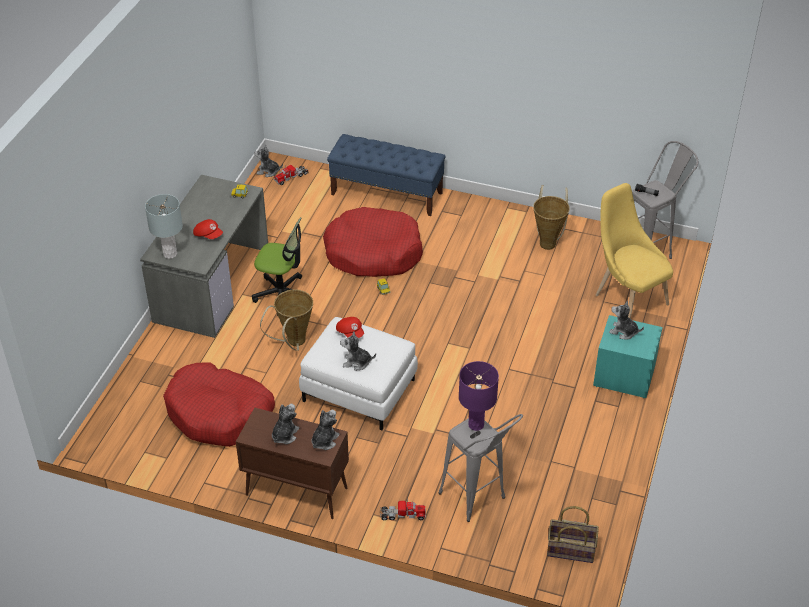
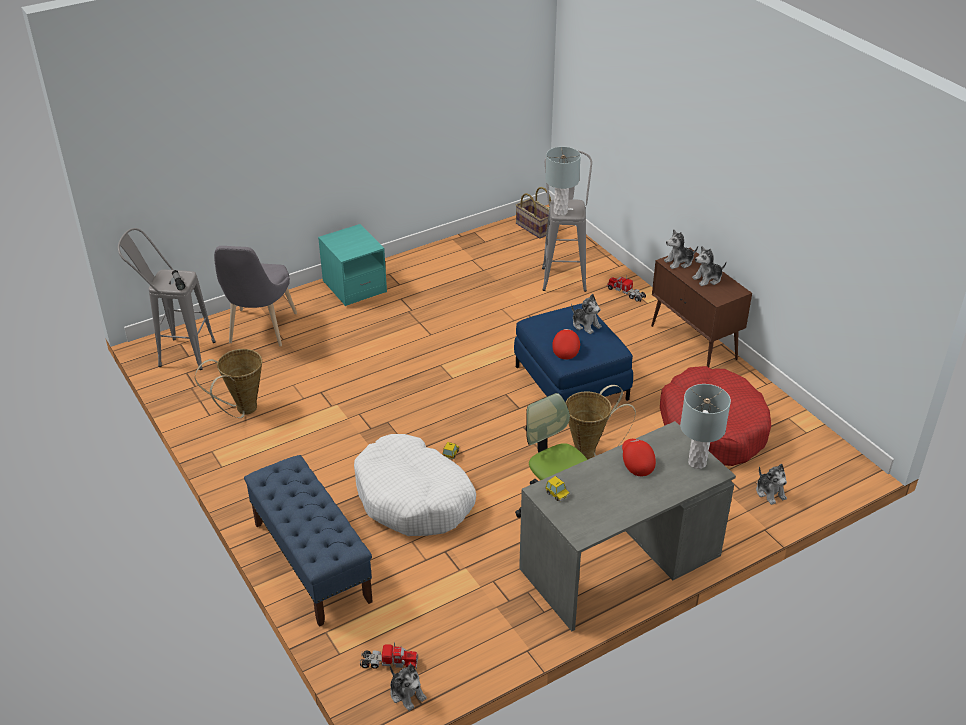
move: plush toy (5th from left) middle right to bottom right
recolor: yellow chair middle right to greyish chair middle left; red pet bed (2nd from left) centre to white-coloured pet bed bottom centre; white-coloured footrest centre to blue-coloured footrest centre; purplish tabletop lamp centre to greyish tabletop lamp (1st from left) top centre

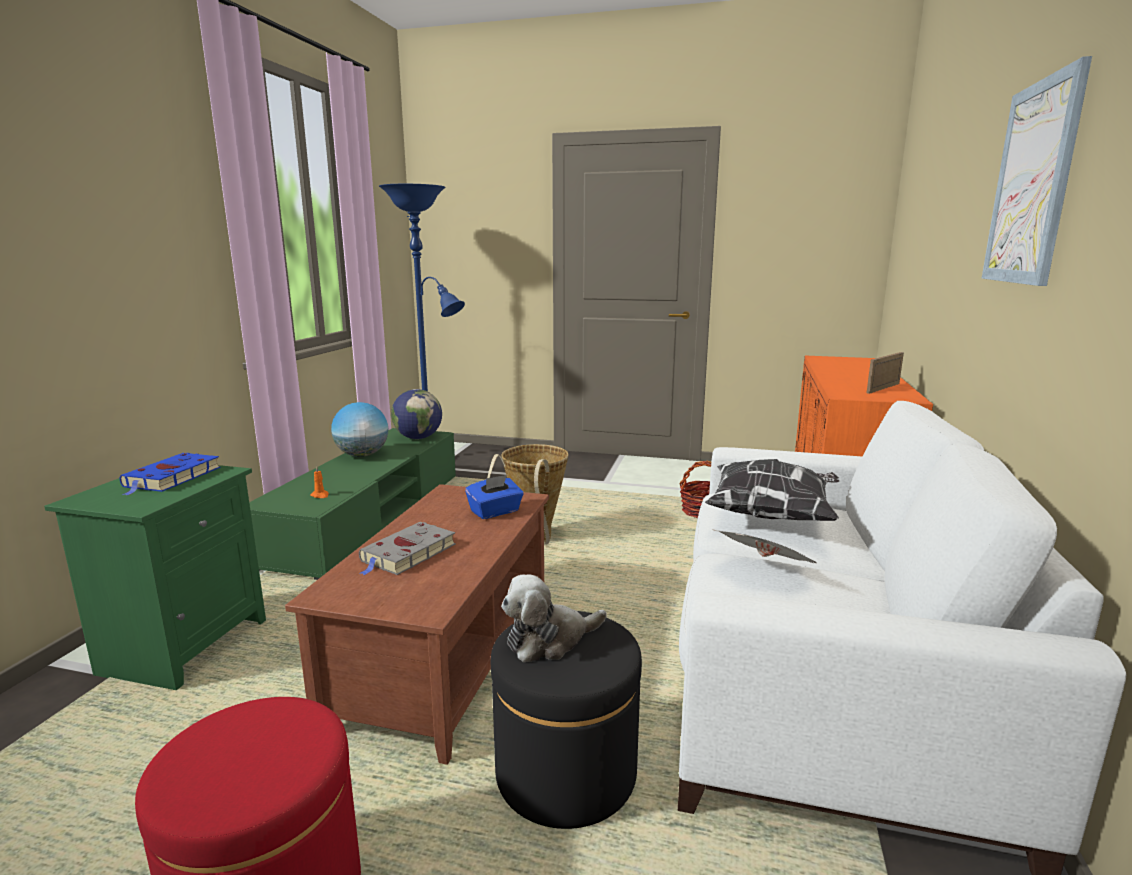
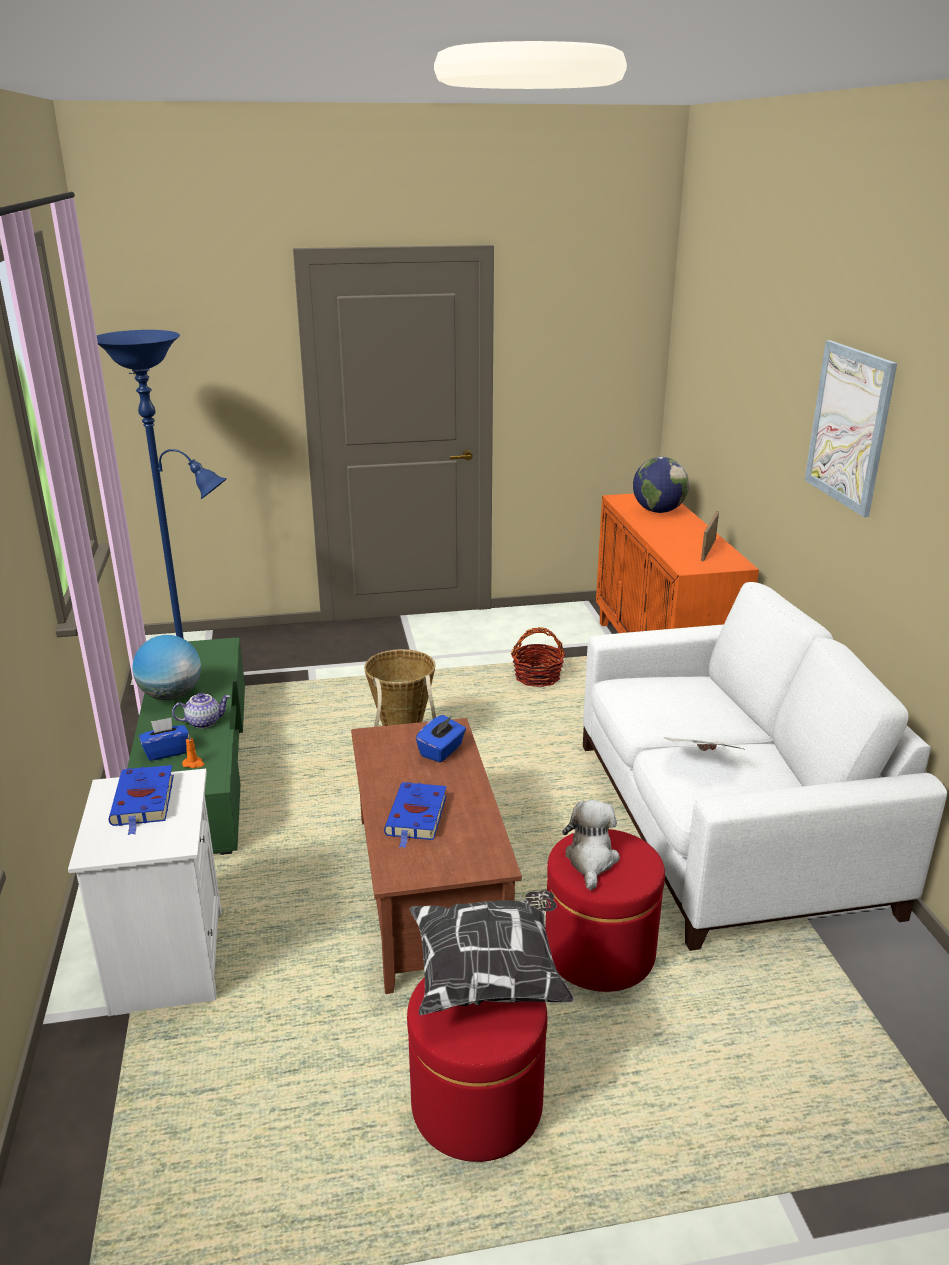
insert: tea pot middle left; blue-coloured tissue box (1st from left) middle left
move: world globe (2nd from left) centre to middle right; pillow middle right to bottom centre
recolor: green nightstand middle left to white-coloured nightstand bottom left; greyish book centre to blue-coloured book (2nd from left) centre; black-coloured footrest bottom centre to red footrest (2nd from left) bottom centre
rotate: plush toy bottom centre = bottom centre 150 degrees clockwise

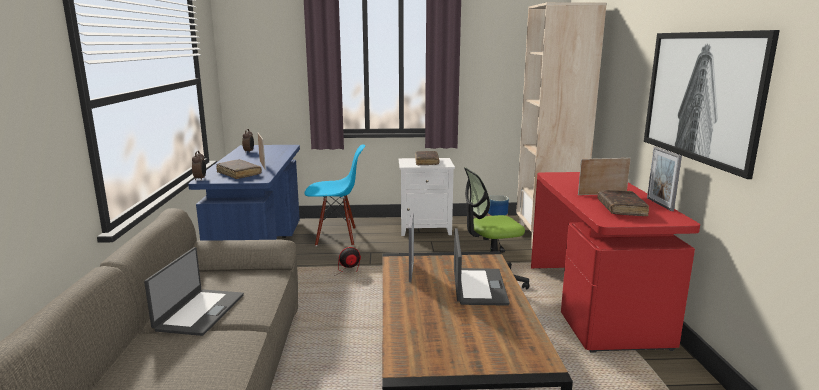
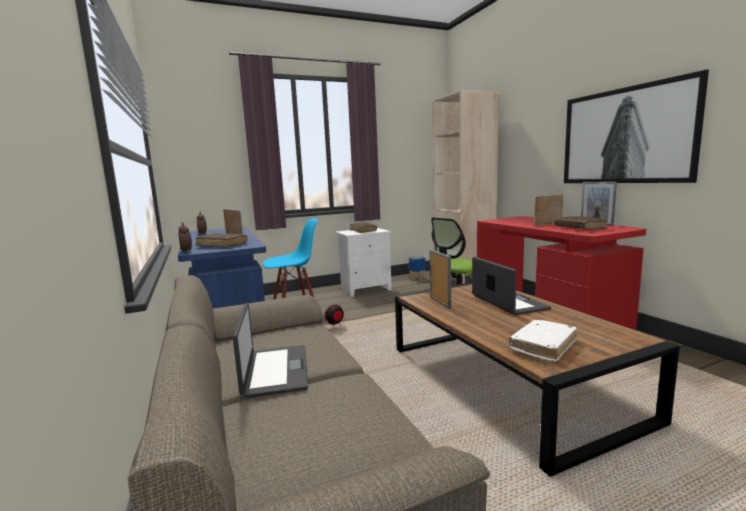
insert: white-coloured book bottom right

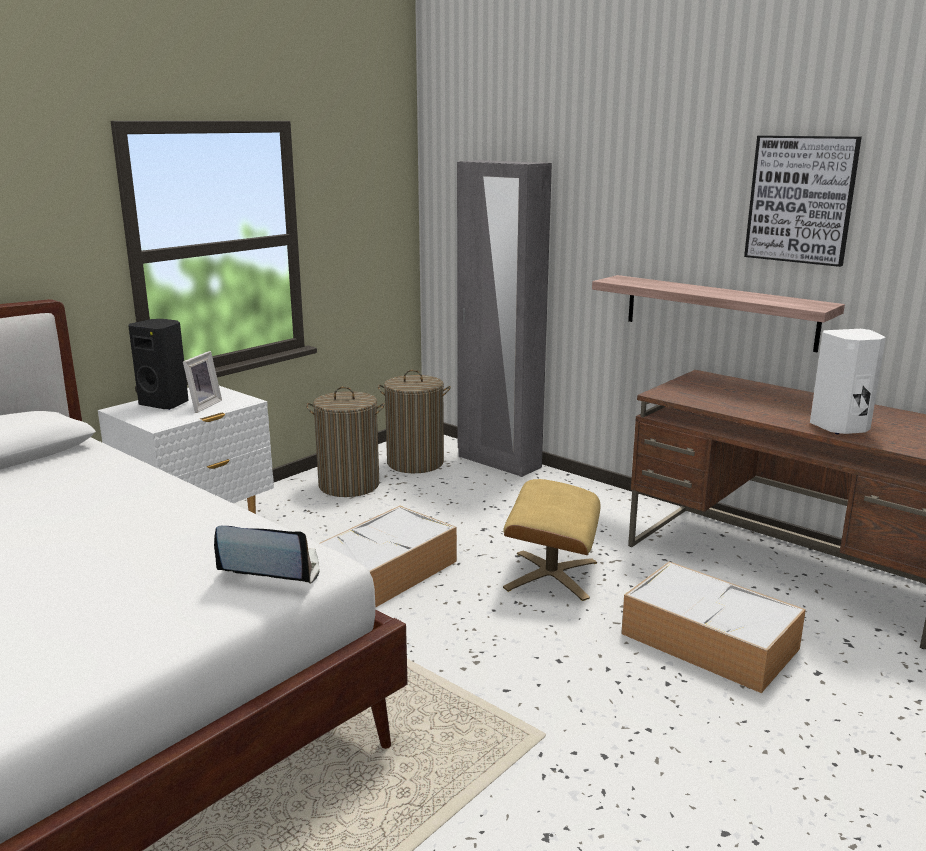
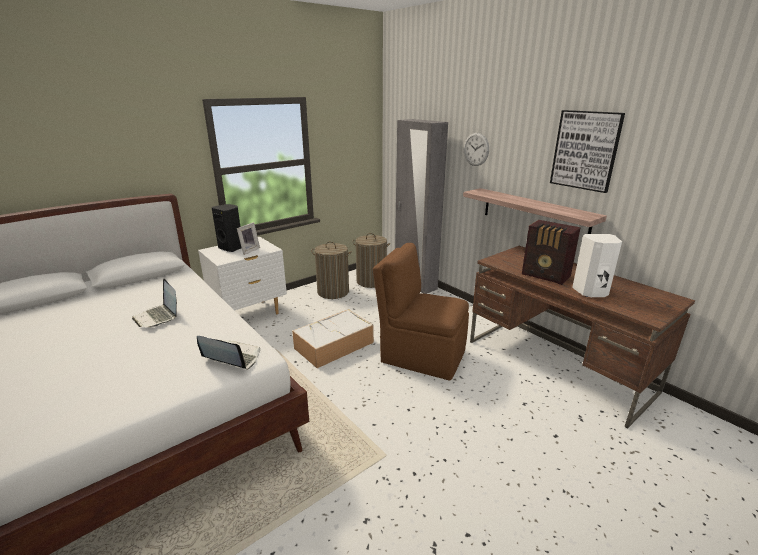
delete: storage bin (2nd from left) bottom right
insert: clock on the wall top centre; radio middle right; portable computer (1st from left) middle left
replace: beige-coloured footrest centre to brown-coloured chair centre

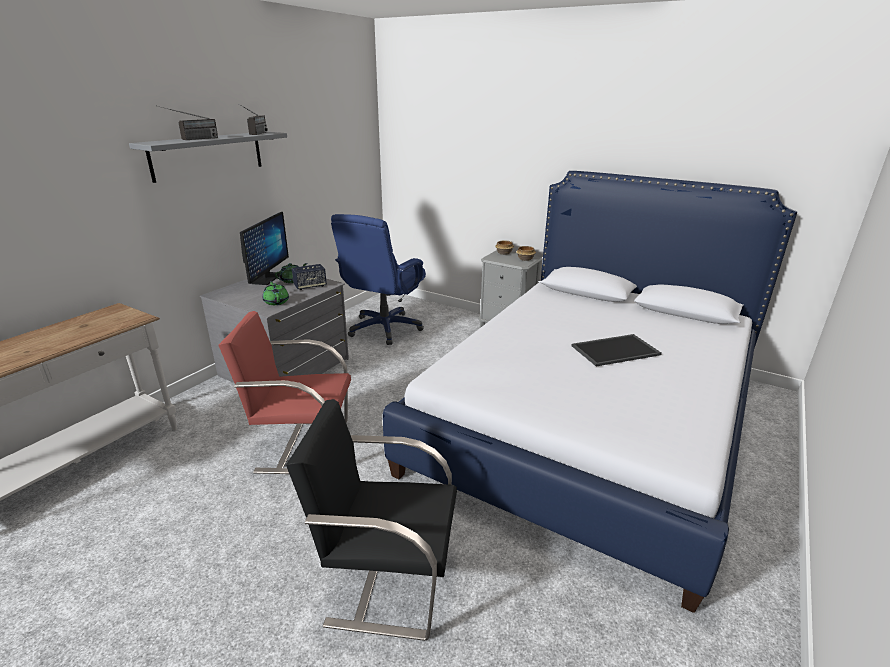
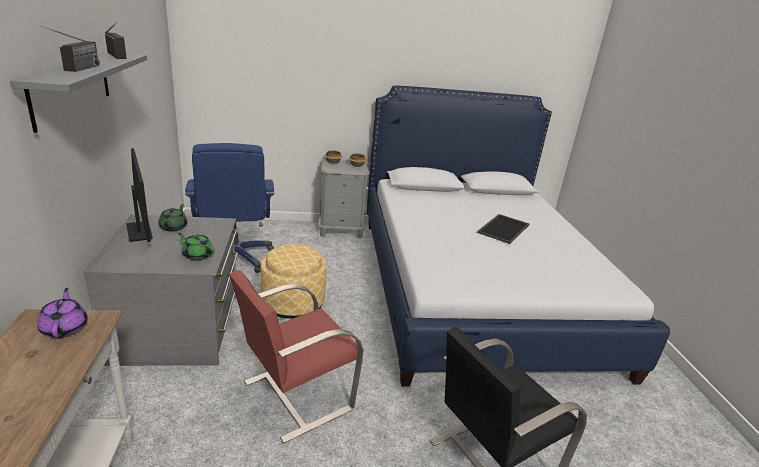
delete: speaker centre
insert: footrest centre; purplish tea pot bottom left

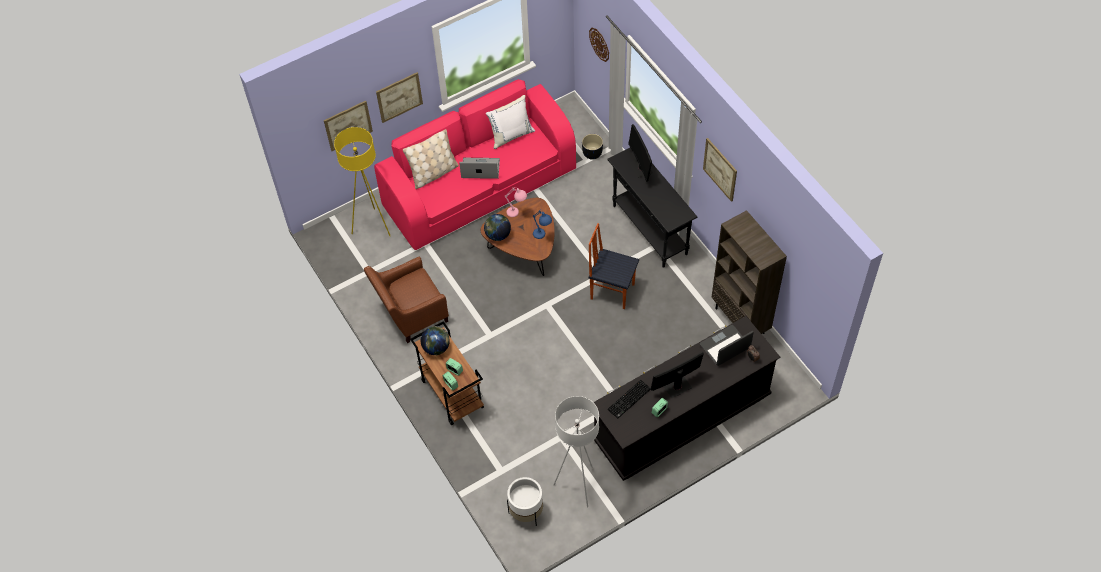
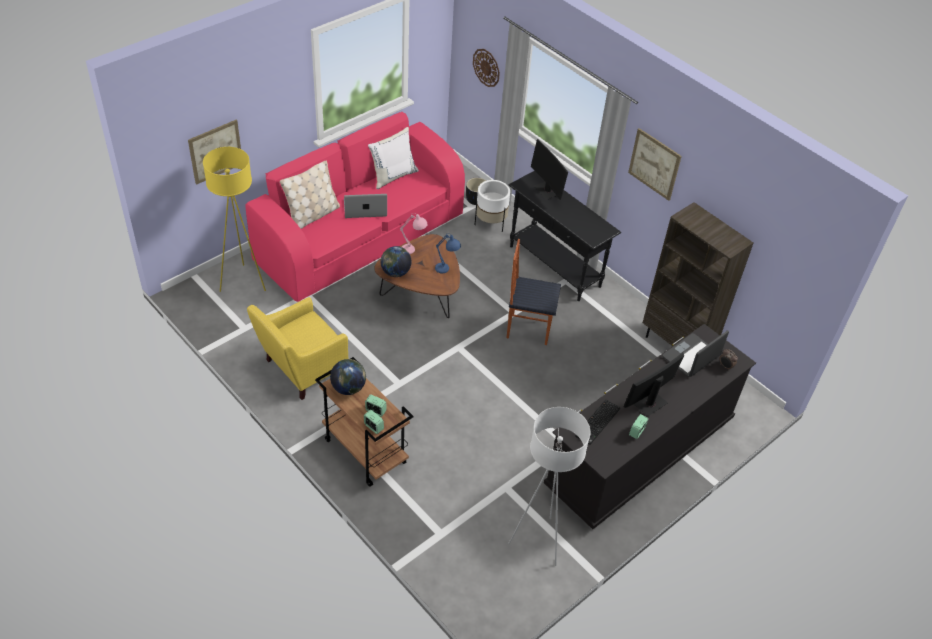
delete: wall picture (2nd from left) top centre
move: white-coloured planter bottom centre to top centre
recolor: brown-coloured armchair centre to yellow armchair middle left

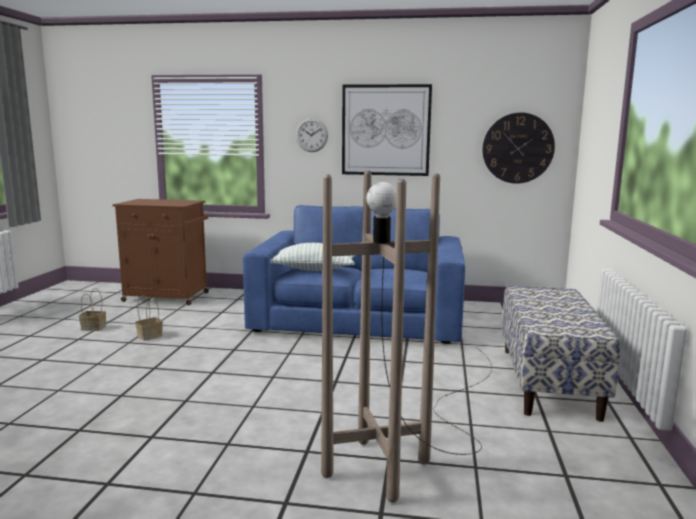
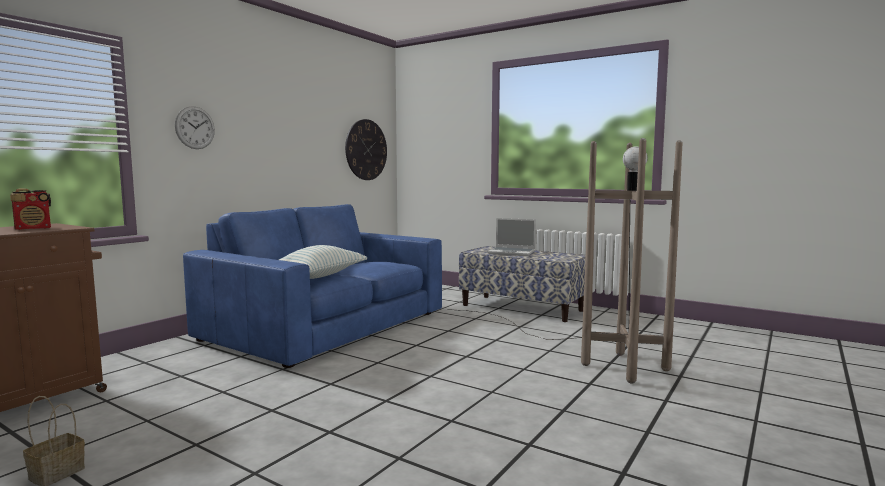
delete: wall picture top centre; storage basket (2nd from left) middle left
insert: radio middle left; portable computer centre

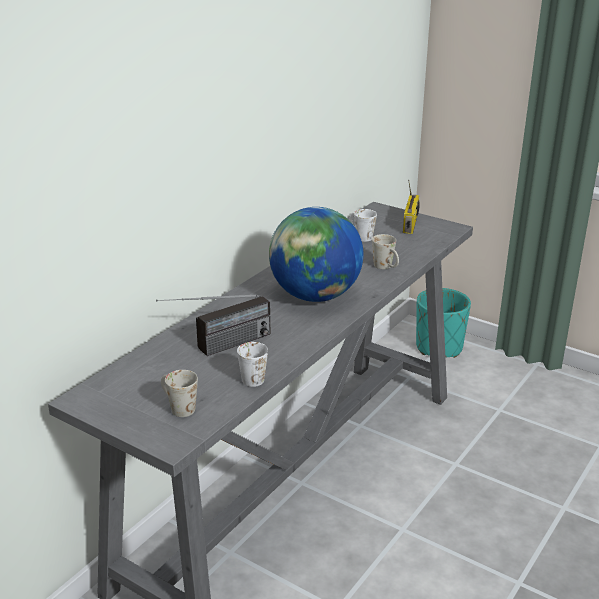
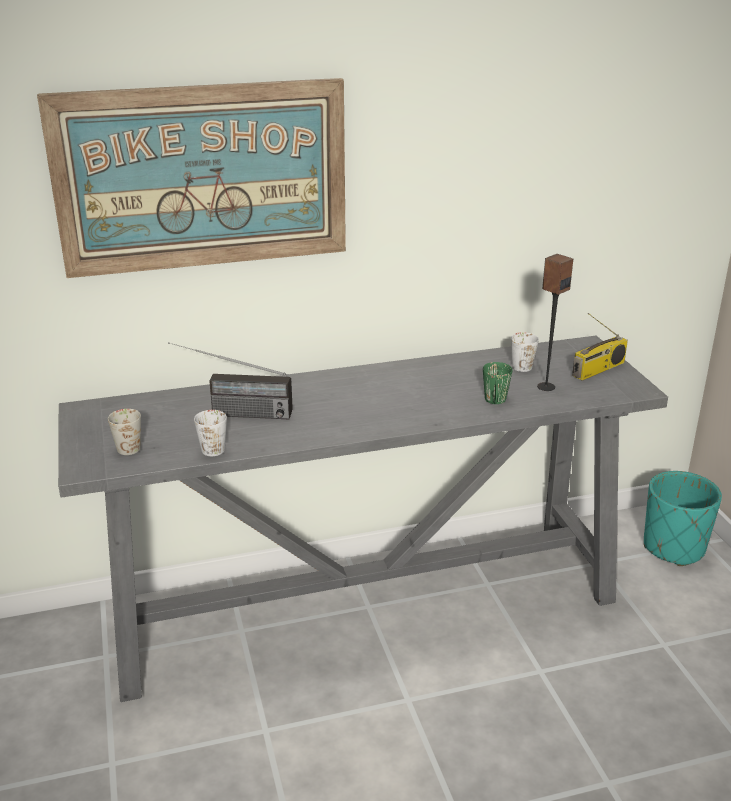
delete: world globe centre
insert: wall picture top left; speaker middle right
recolor: white-coloured tea mug (4th from left) centre to green tea mug middle right

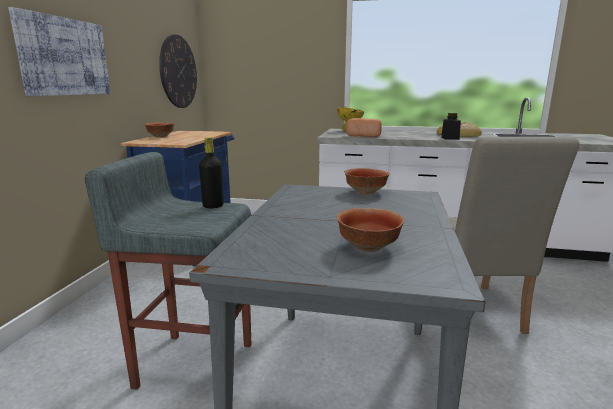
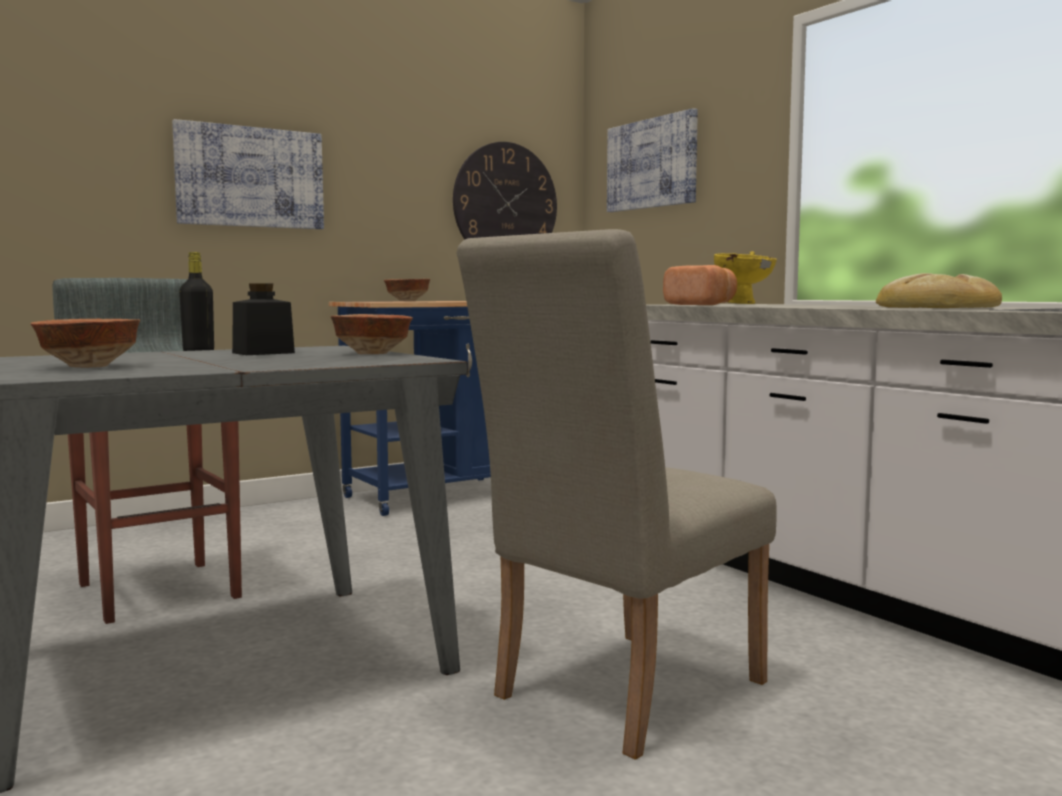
insert: wall picture (2nd from left) top centre
move: black-coloured storage jar top right to middle left

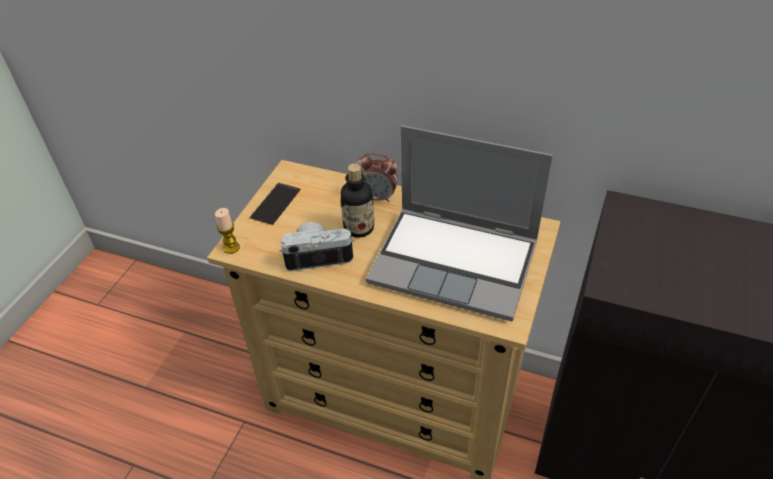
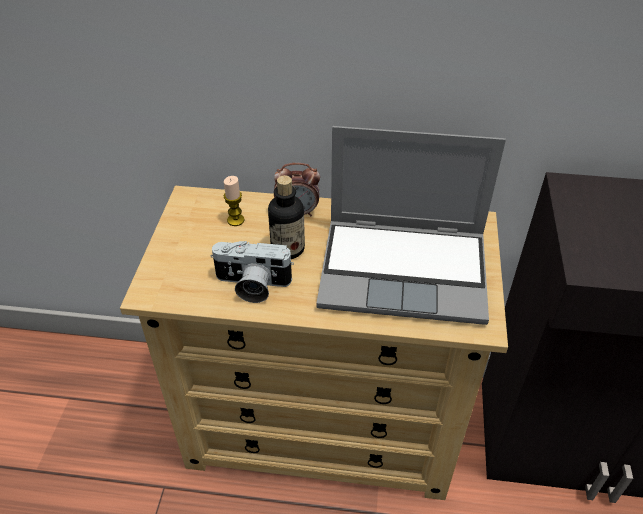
delete: telephone centre
move: wax light middle left to centre
rotate: still camera centre = centre 150 degrees counterclockwise

